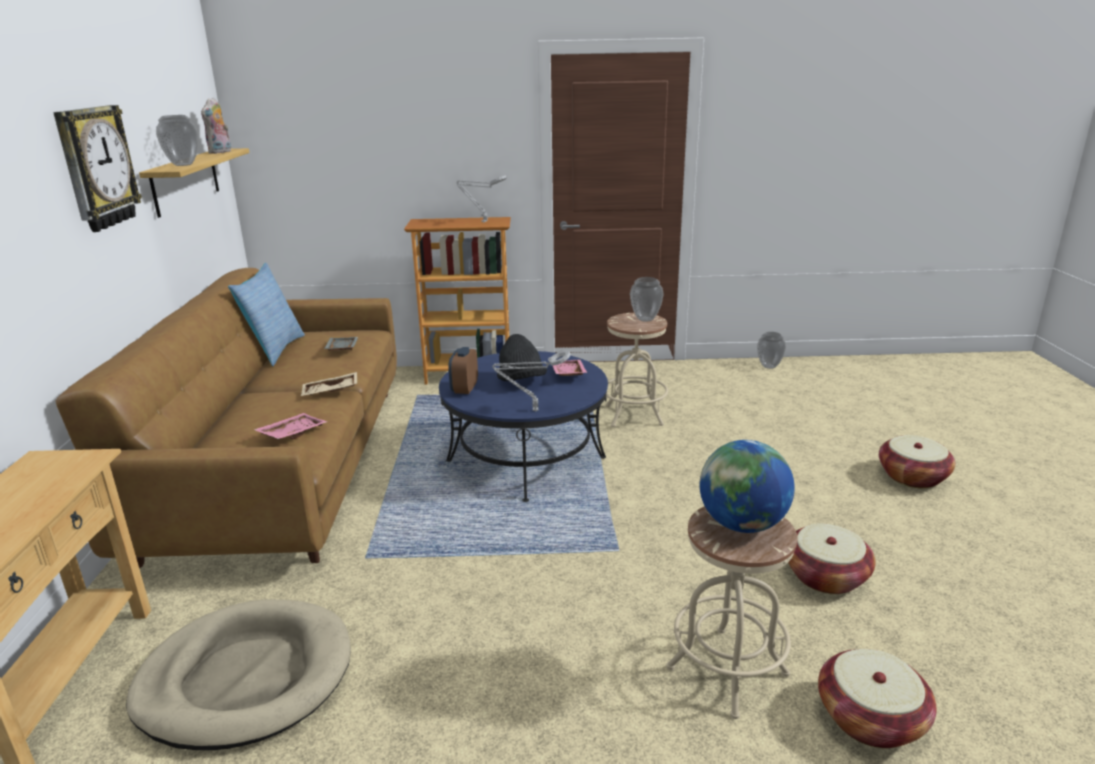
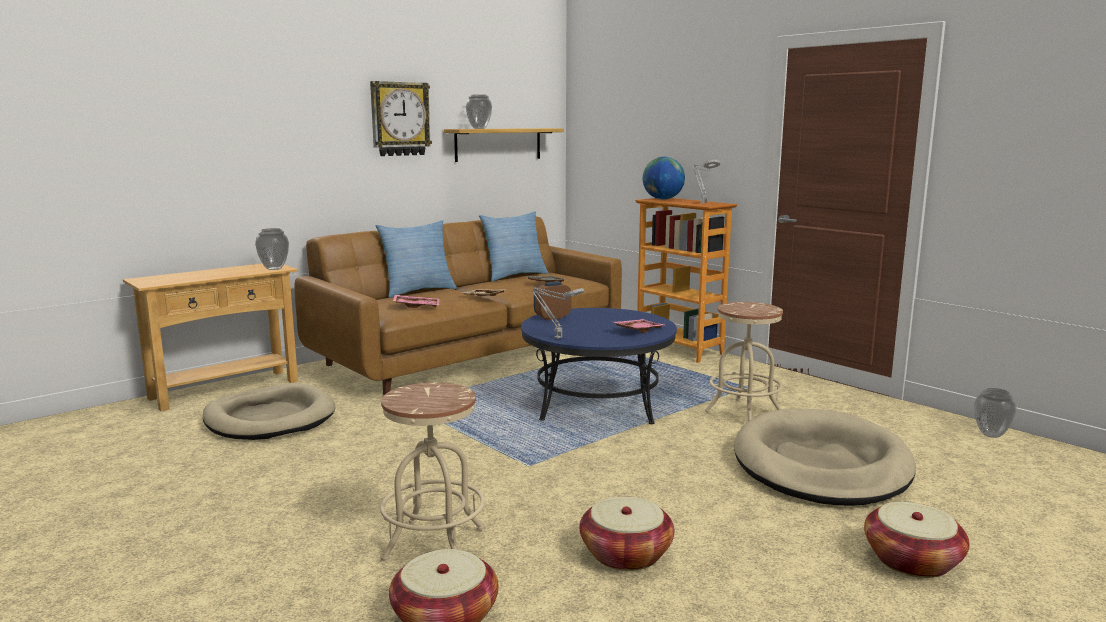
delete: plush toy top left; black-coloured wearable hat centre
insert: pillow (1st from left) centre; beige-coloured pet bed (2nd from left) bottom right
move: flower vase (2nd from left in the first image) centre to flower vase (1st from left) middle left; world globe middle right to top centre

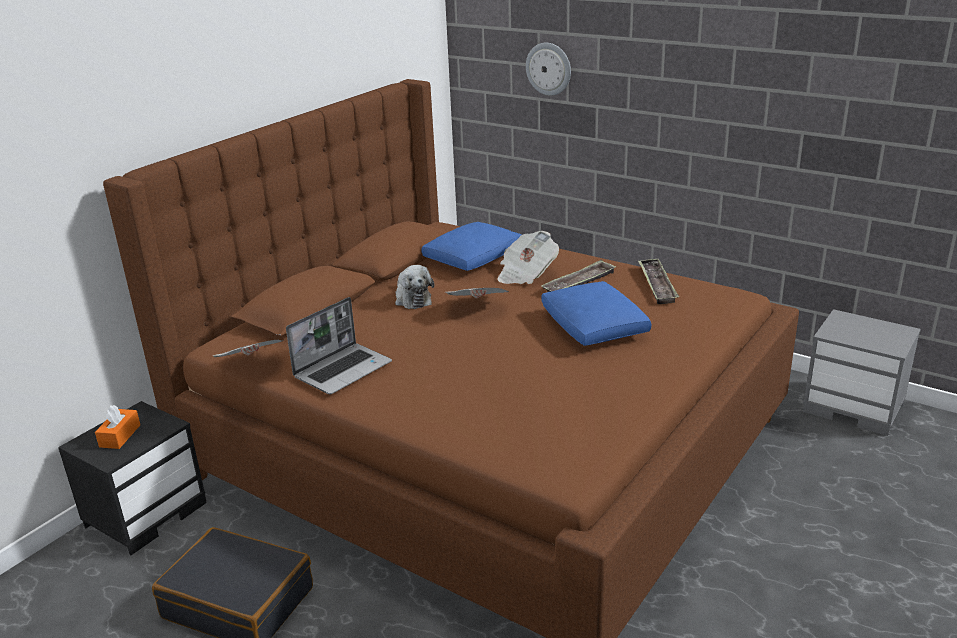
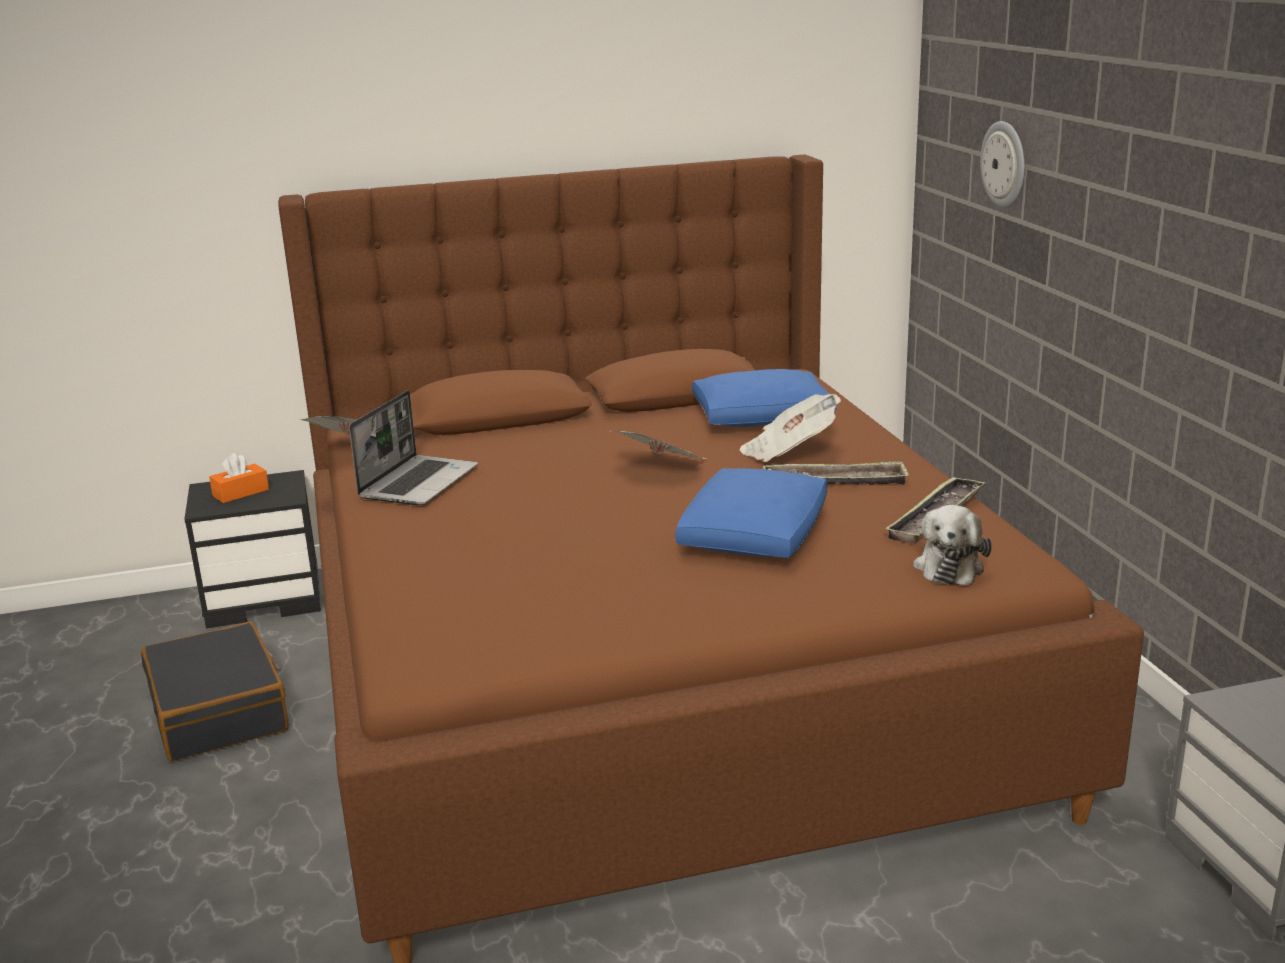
move: plush toy centre to middle right
rotate: portable computer centre = middle left 60 degrees counterclockwise

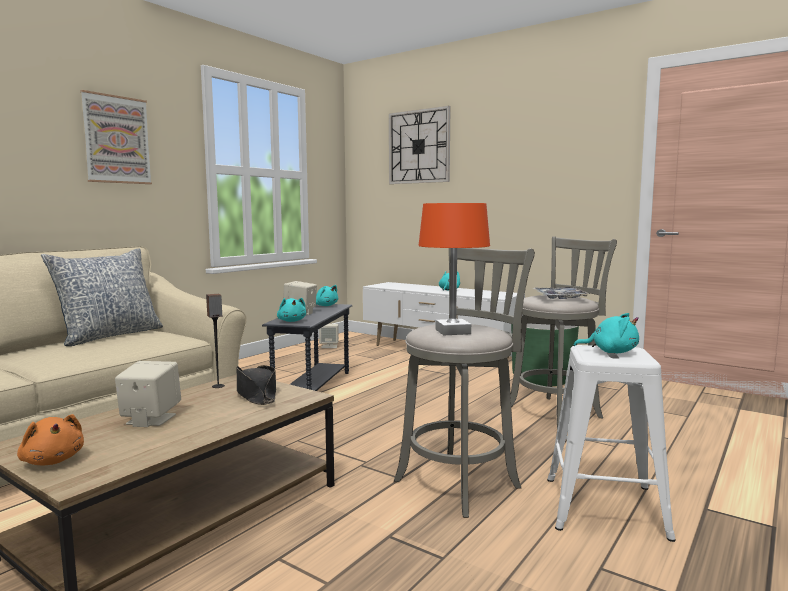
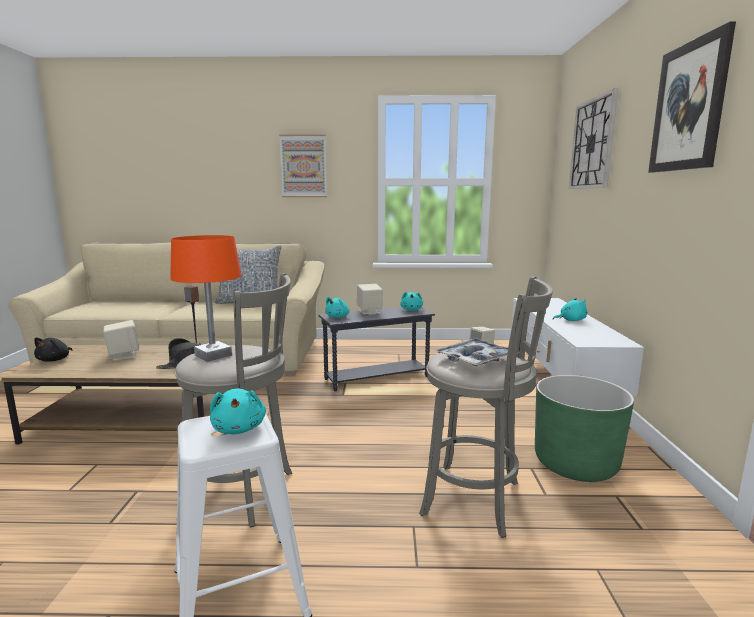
insert: wall picture (2nd from left) top right
recolor: orange-coloured plush toy bottom left to black-coloured plush toy middle left

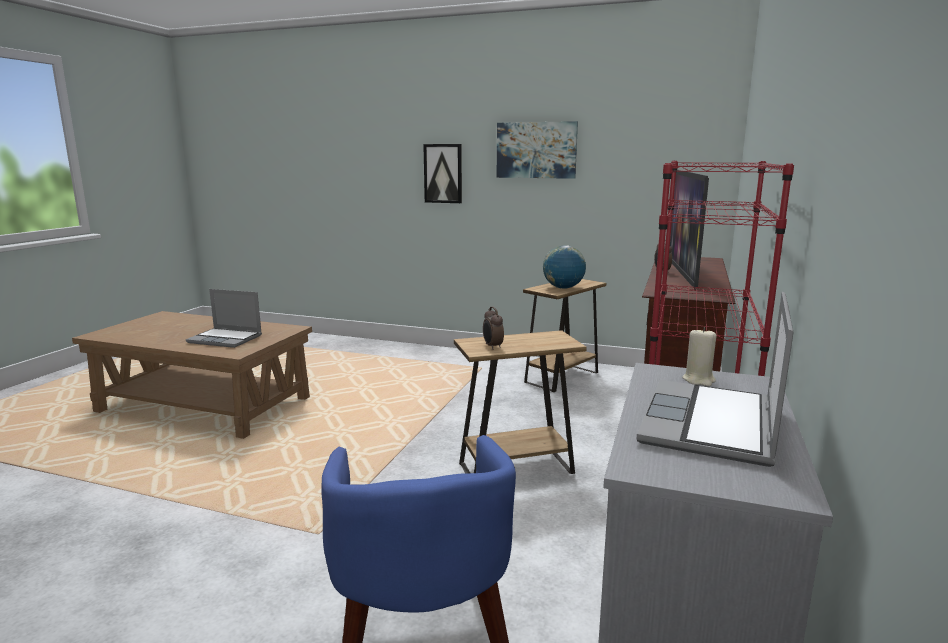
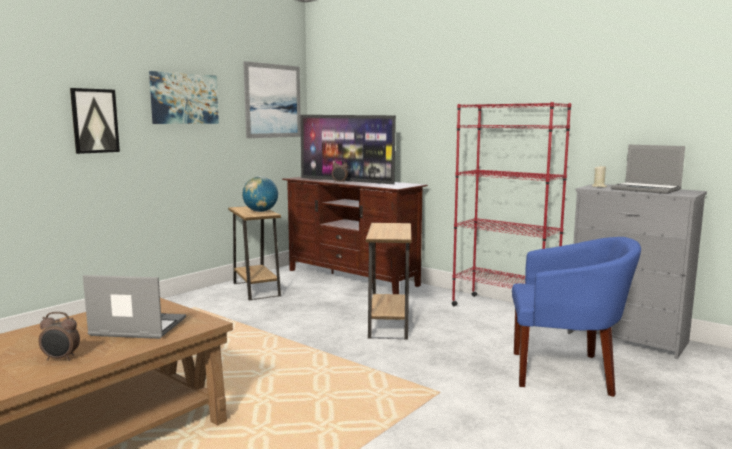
insert: wall picture (3rd from left) top centre
move: bedside clock (1st from left) centre to bottom left
rotate: portable computer (1st from left) middle left = bottom left 120 degrees counterclockwise

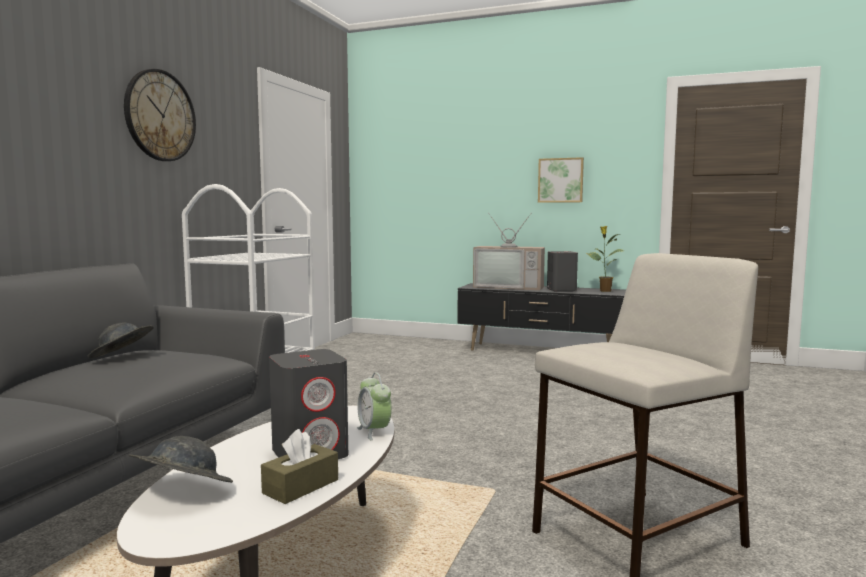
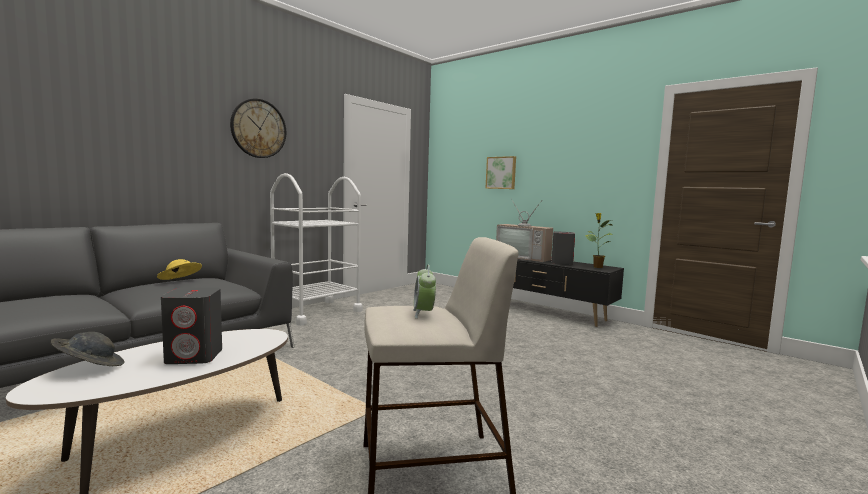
delete: brown-coloured tissue box bottom centre
move: wall picture top centre to centre; bedside clock bottom centre to centre
recolor: greyish wearable hat (1st from left) middle left to yellow wearable hat middle left

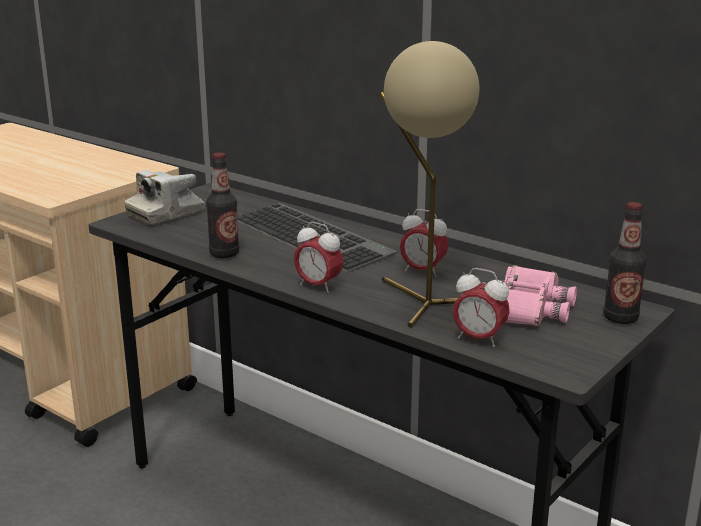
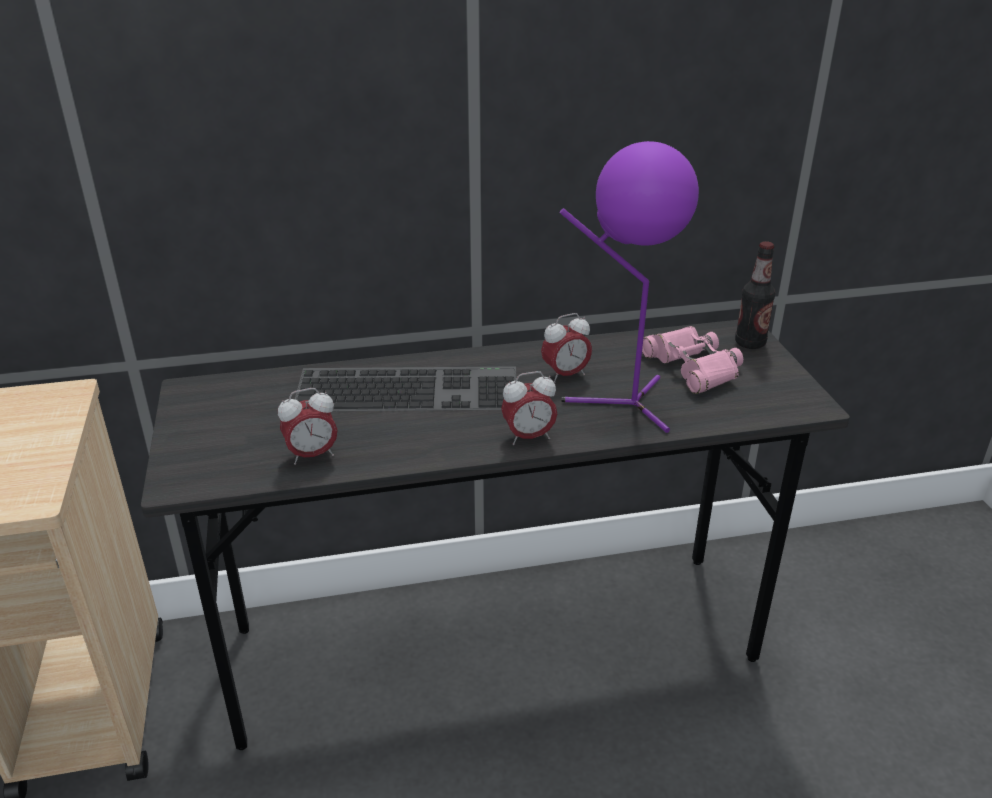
delete: beverage bottle (1st from left) middle left; still camera middle left
move: bedside clock (3rd from left in the first image) middle right to bedside clock (1st from left) middle left
recolor: beige-coloured tabletop lamp centre to purplish tabletop lamp centre

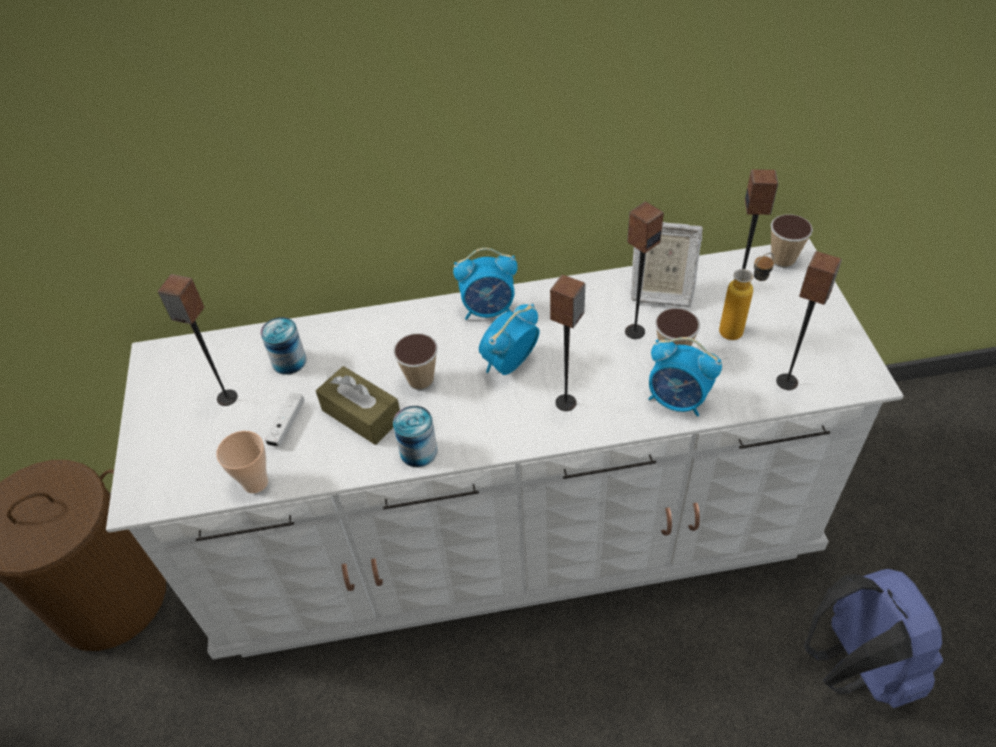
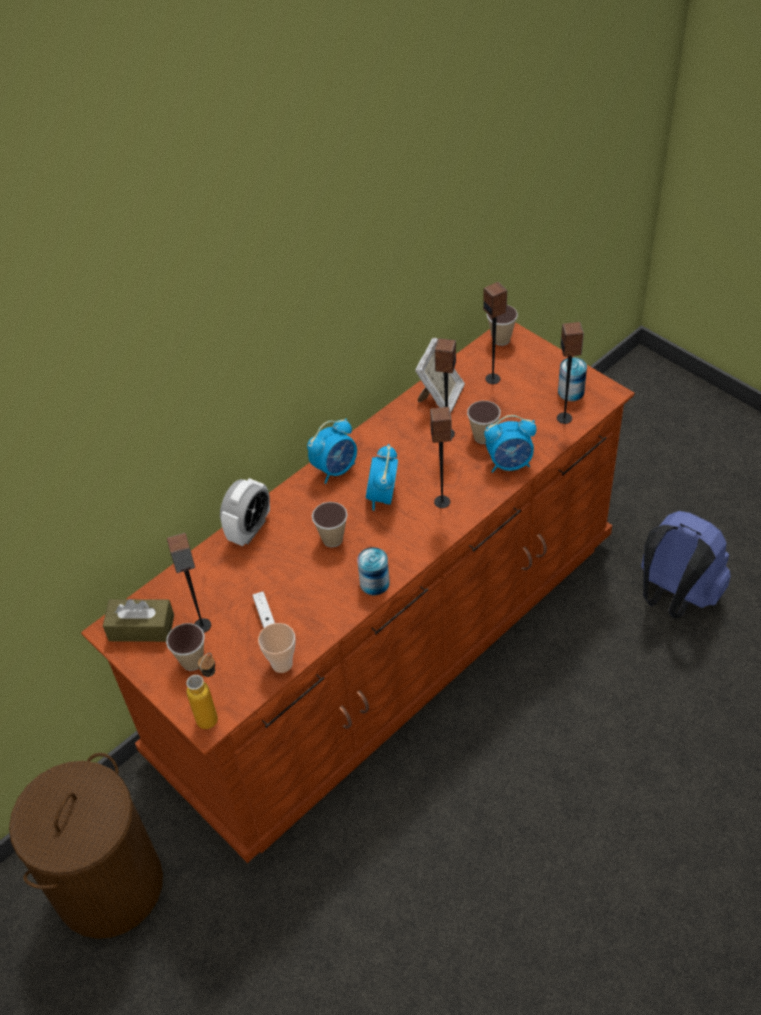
insert: bedside clock (1st from left) middle left; drinking cup (1st from left) middle left
move: beverage bottle middle right to bottom left; can (1st from left in the first image) middle left to can (2nd from left) middle right; brown-coloured tissue box centre to middle left
recolor: white-coloured dresser centre to brown-coloured dresser centre
rotate: photo frame middle right = centre 45 degrees counterclockwise

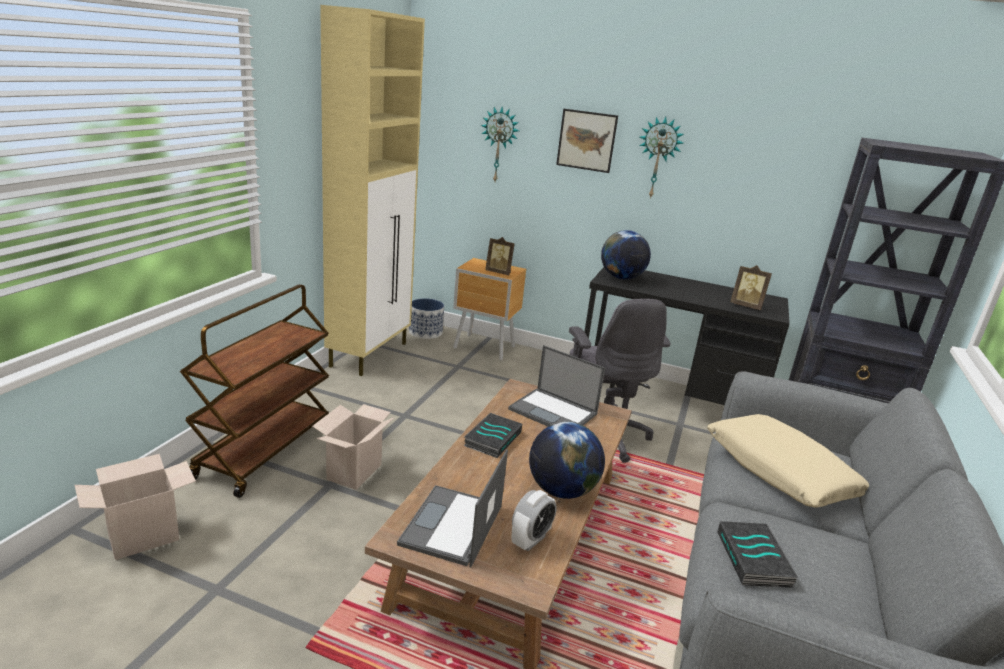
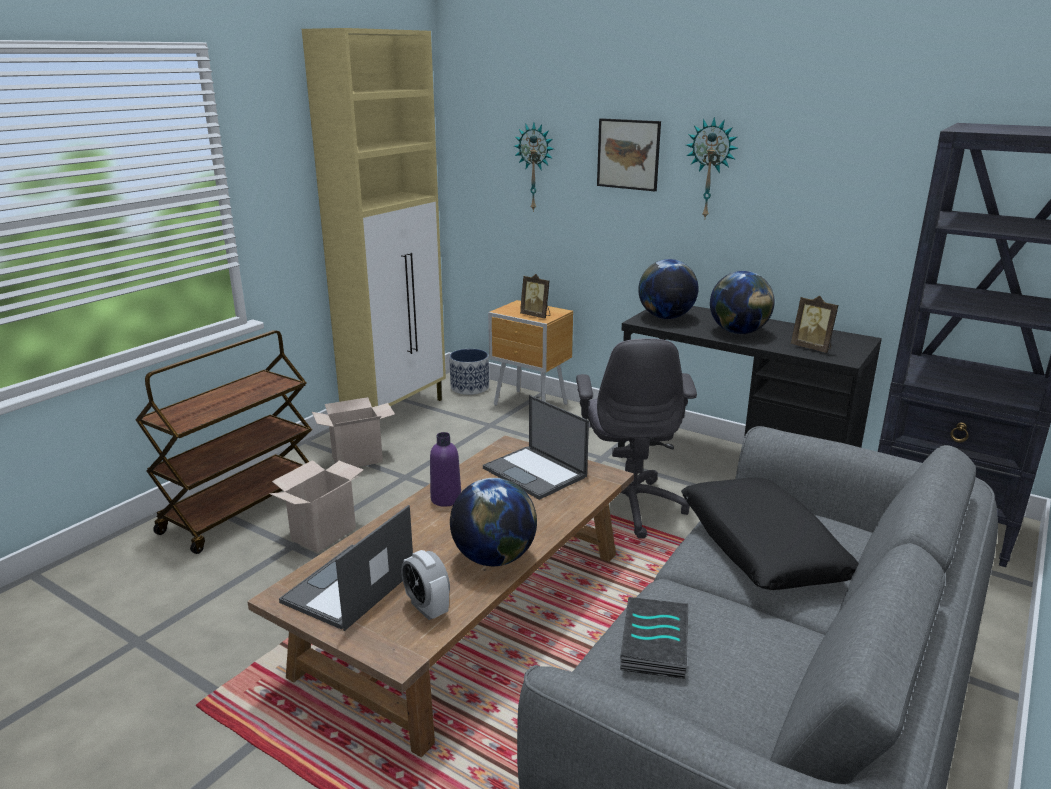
insert: world globe (3rd from left) middle right
move: carton (1st from left in the first image) bottom left to carton (2nd from left) centre
replace: book (1st from left) centre to purplish beverage bottle centre
recolor: beige-coloured pillow bottom right to black-coloured pillow bottom right
rotate: bedside clock bottom centre = bottom centre 90 degrees clockwise

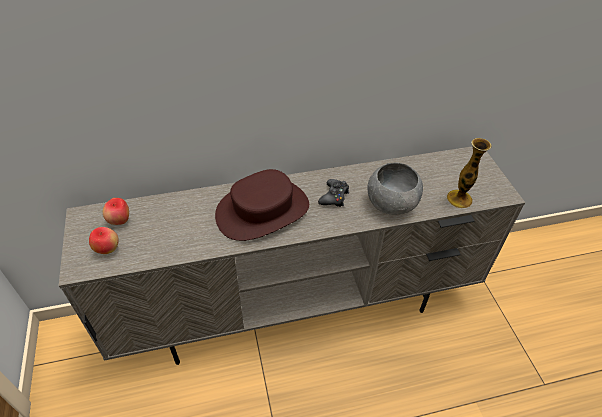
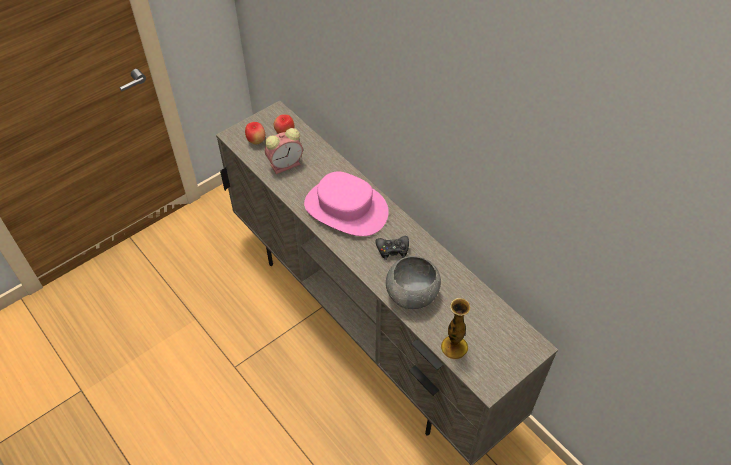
insert: bedside clock top centre
recolor: brown-coloured wearable hat centre to pink wearable hat centre

